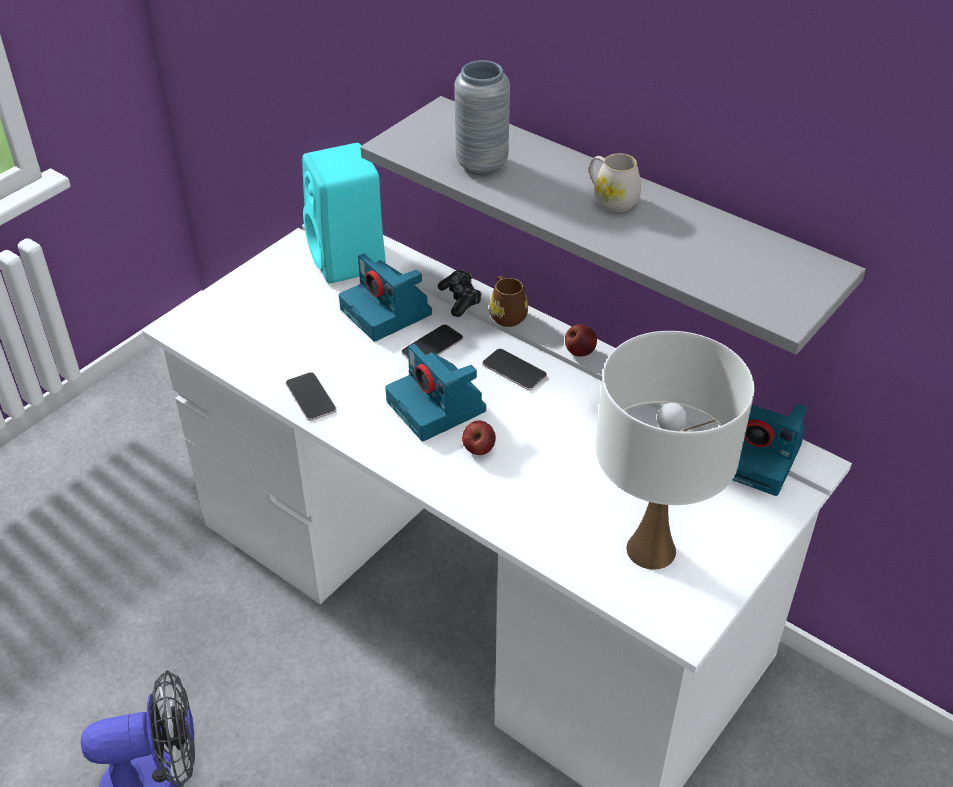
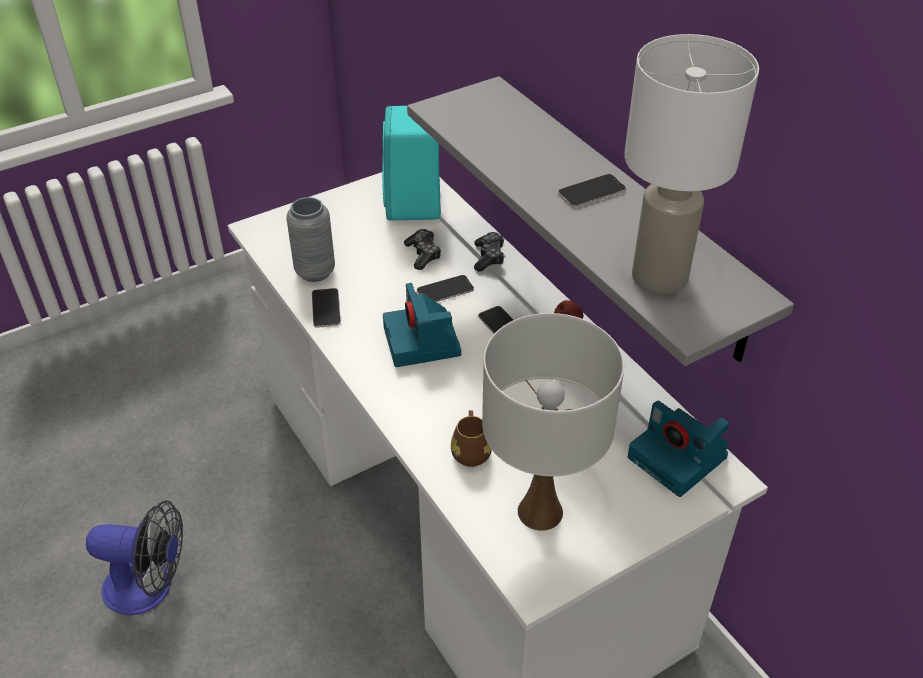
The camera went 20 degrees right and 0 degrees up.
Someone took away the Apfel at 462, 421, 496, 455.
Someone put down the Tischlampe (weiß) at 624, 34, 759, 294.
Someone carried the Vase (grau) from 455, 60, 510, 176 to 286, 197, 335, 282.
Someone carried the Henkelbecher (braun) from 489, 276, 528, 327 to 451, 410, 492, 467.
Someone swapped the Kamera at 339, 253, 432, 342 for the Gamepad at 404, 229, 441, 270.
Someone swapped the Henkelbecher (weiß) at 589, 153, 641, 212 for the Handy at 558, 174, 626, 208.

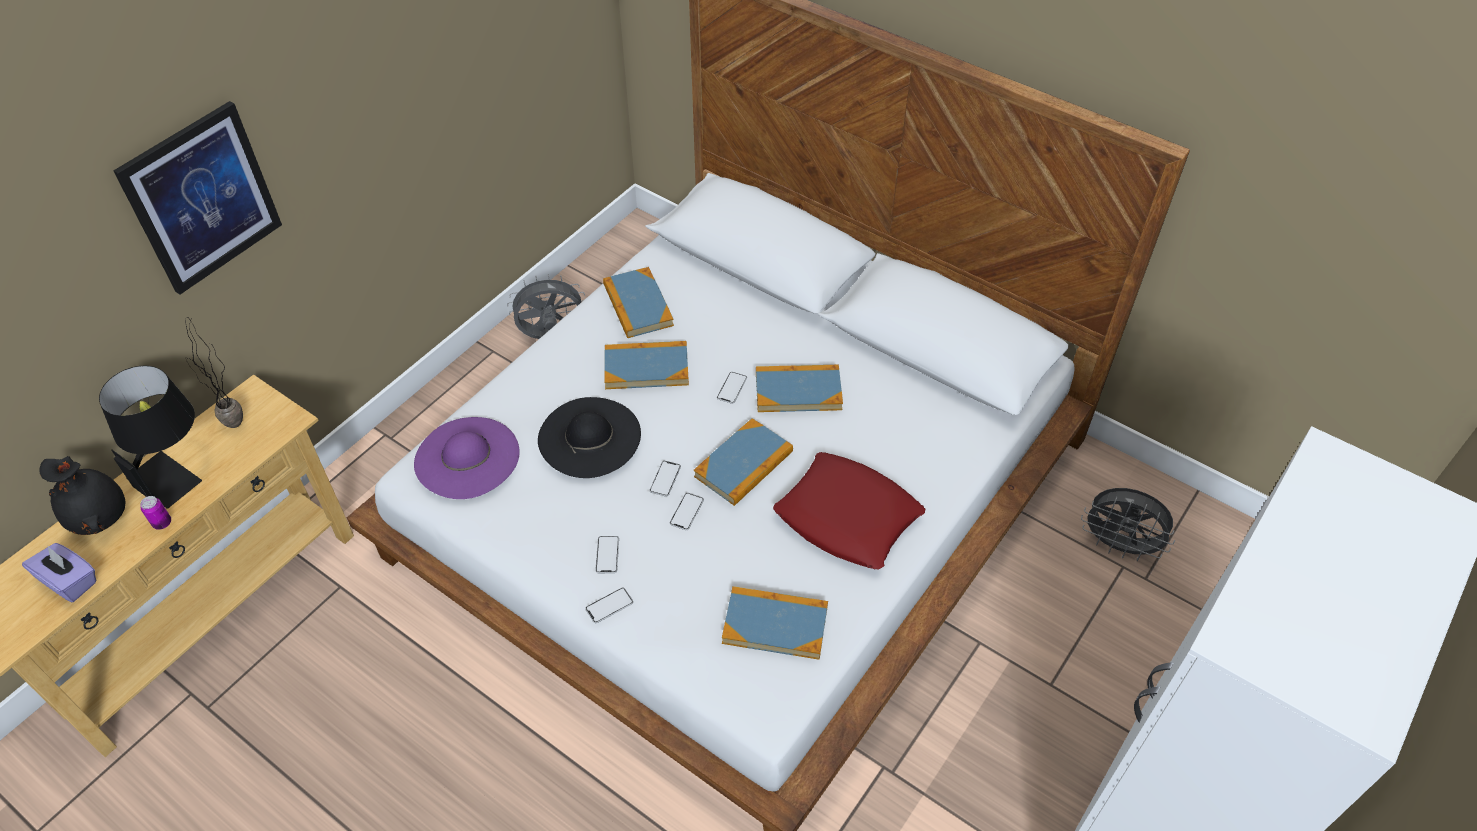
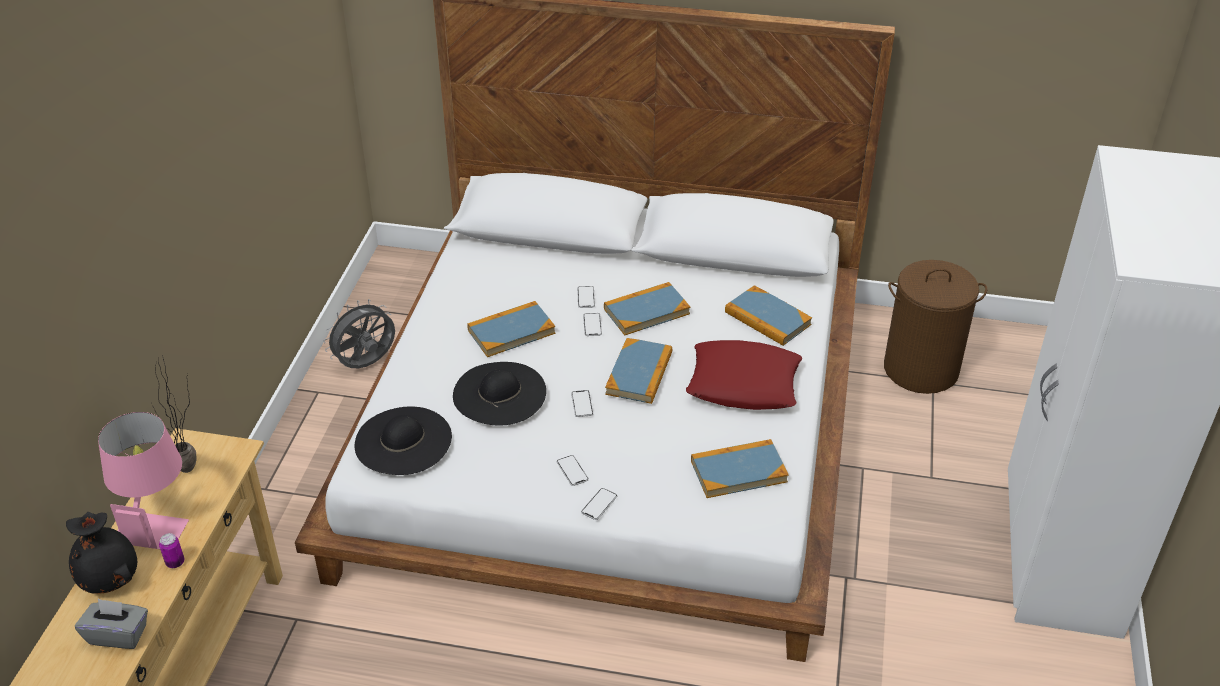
The camera went 25 degrees left and 10 degrees down.
Someone took away the Bild at 113, 101, 282, 295.
Someone carried the Buch from 603, 267, 674, 338 to 725, 285, 812, 346.
Someone carried the Handy from 670, 493, 704, 530 to 577, 286, 595, 308.
Someone swapped the Ventilator (grau) at 1081, 488, 1175, 561 for the Wäschekorb (braun) at 884, 260, 987, 394.
Someone repainted the Taschentuchbox (lila) at 22, 543, 96, 603, which became the Taschentuchbox (grau) at 75, 599, 148, 649.
Someone repainted the Tischlampe (schwarz) at 99, 366, 202, 508, which became the Tischlampe (rosa) at 98, 412, 189, 549.
Someone repainted the Hut (lila) at 414, 417, 520, 499, which became the Hut (schwarz) at 355, 407, 452, 475.

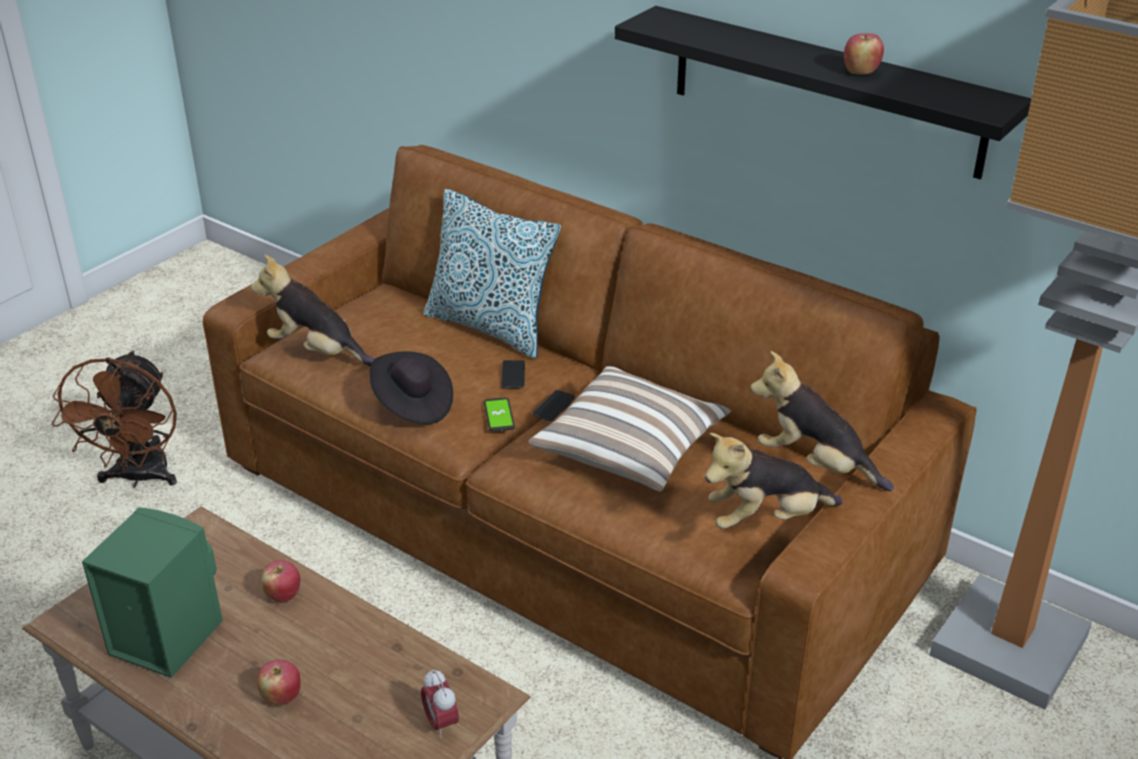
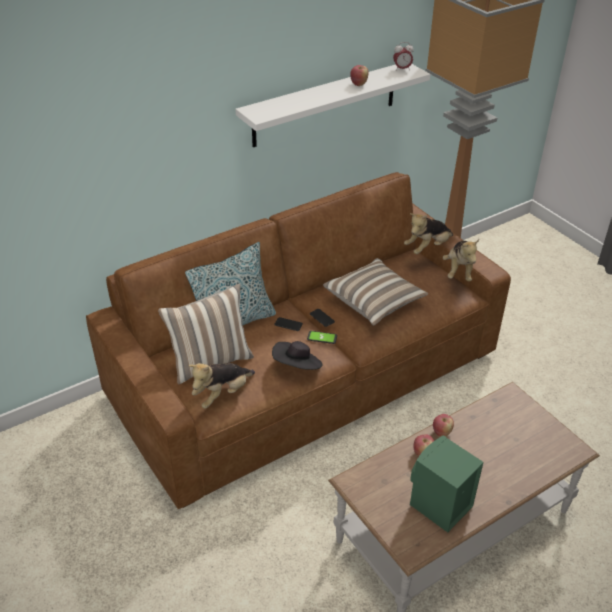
The camera went 70 degrees left and 5 degrees up.
Someone took away the Ventilator (braun) at 52, 351, 177, 488.
Someone put down the Kissen at 158, 284, 254, 384.
Someone carried the Apfel from 257, 659, 301, 705 to 433, 414, 454, 437.
Someone carried the Wecker from 421, 669, 459, 738 to 393, 42, 414, 71.
Someone repainted the Wandregal (schwarz) at 615, 6, 1031, 179, which became the Wandregal (weiß) at 235, 64, 430, 147.

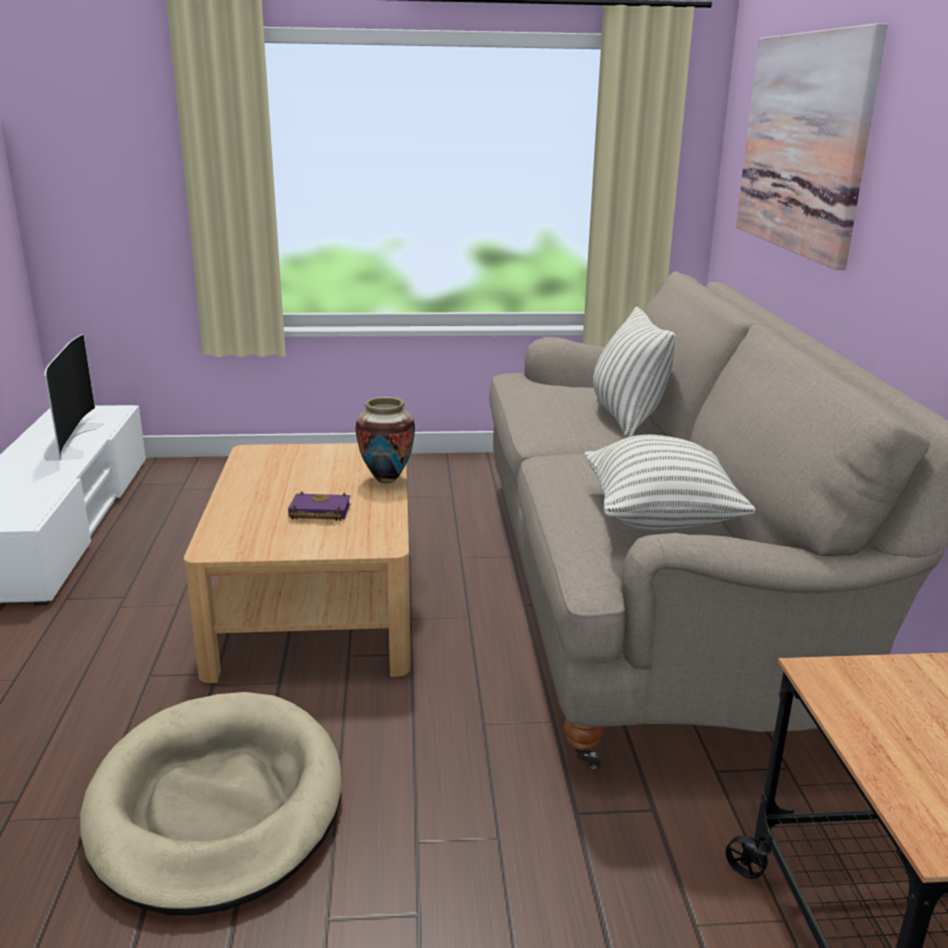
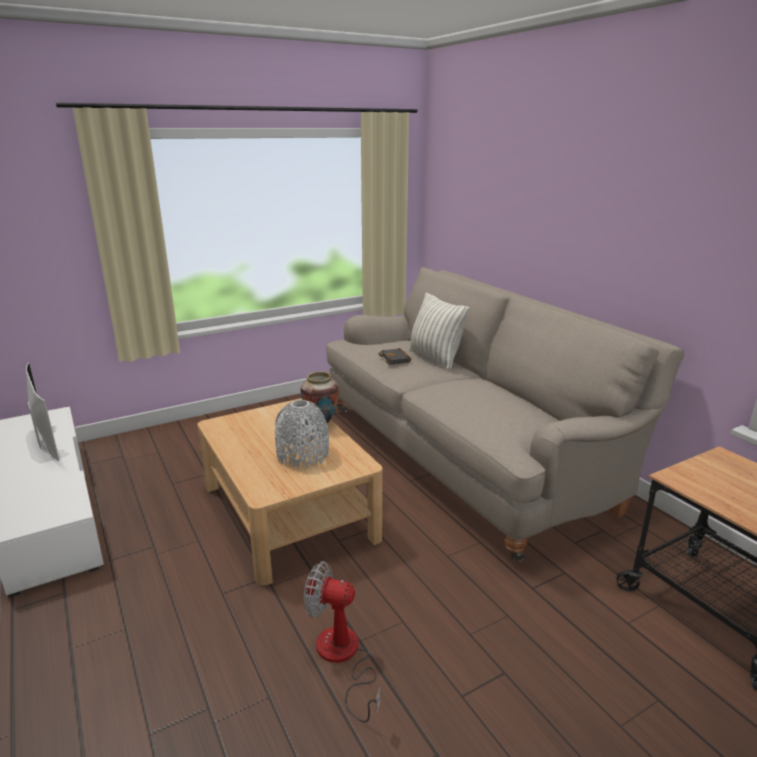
The camera went 25 degrees left and 0 degrees up.
Someone took away the Kissen at 584, 435, 756, 530.
Someone took away the Bild at 736, 23, 888, 270.
Someone put down the Buch (schwarz) at 378, 348, 412, 365.
Someone swapped the Hundebett (beige) at 80, 692, 342, 916 for the Ventilator at 304, 561, 380, 723.
Someone swapped the Buch (lila) at 288, 492, 351, 521 for the Vase (grau) at 275, 400, 329, 468.

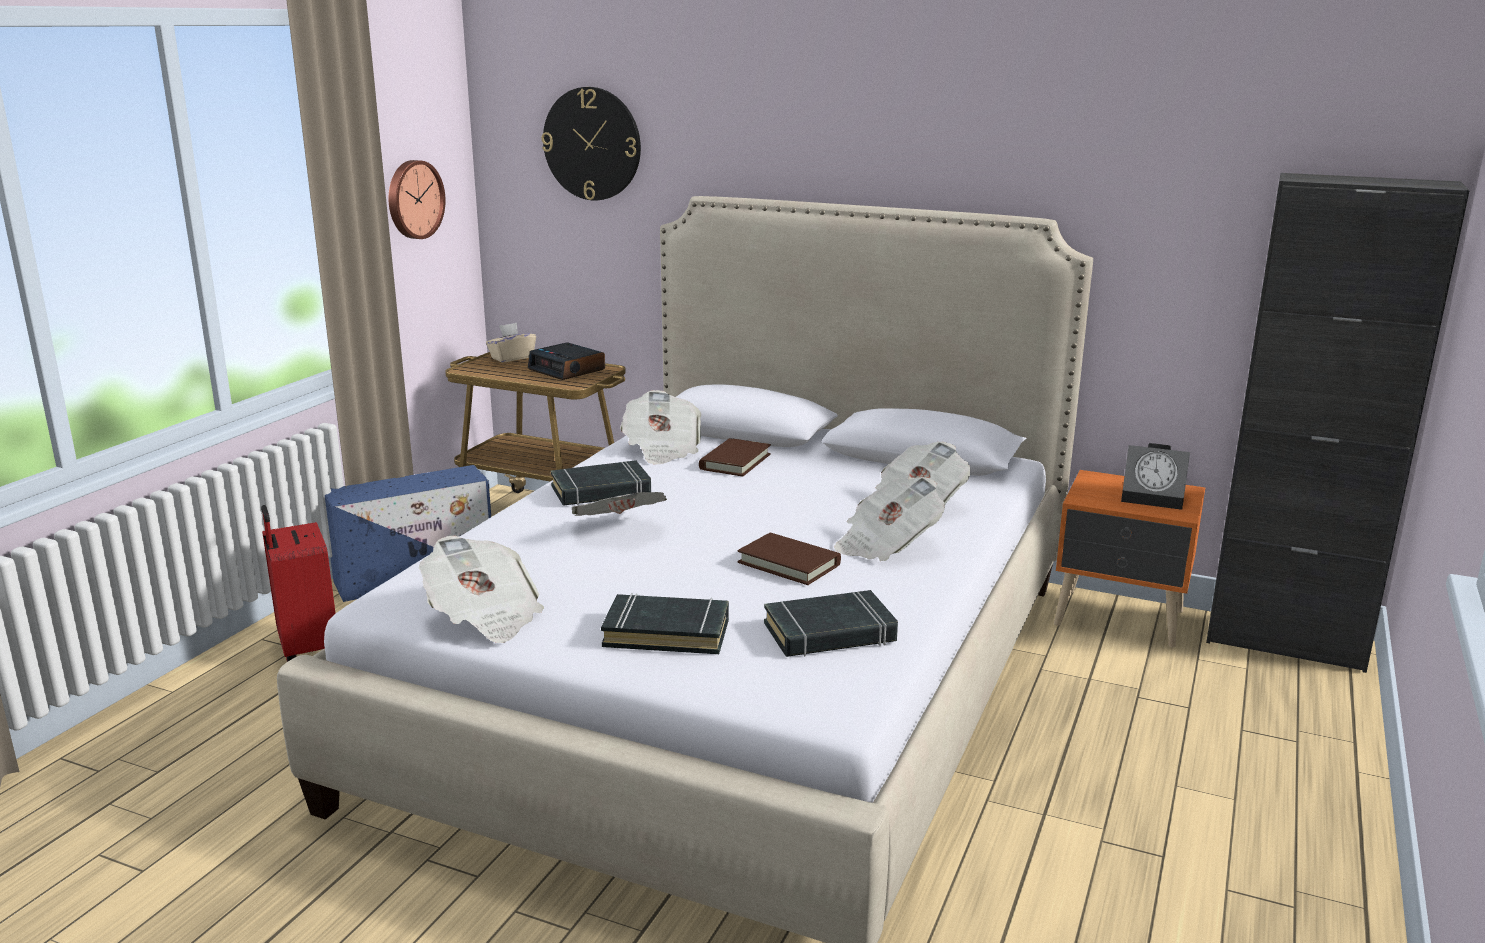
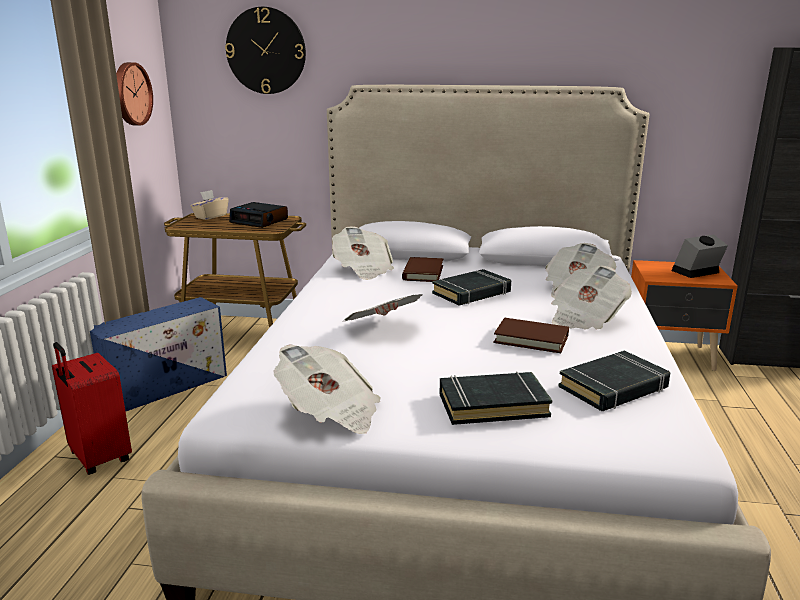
The camera went 15 degrees left and 0 degrees up.
Someone carried the Buch (schwarz) from 551, 460, 651, 506 to 432, 269, 511, 305.
Someone rotated the Wecker at 1121, 443, 1190, 510 by 150 degrees clockwise.

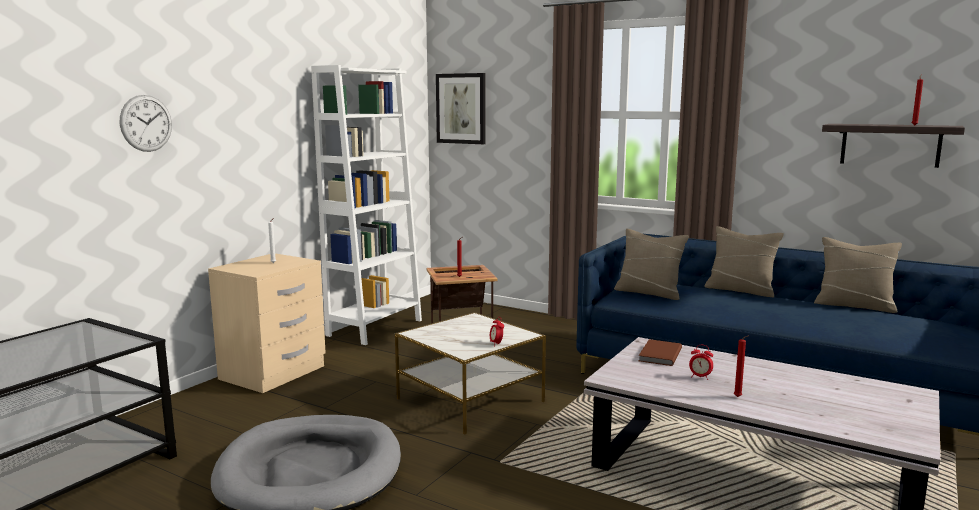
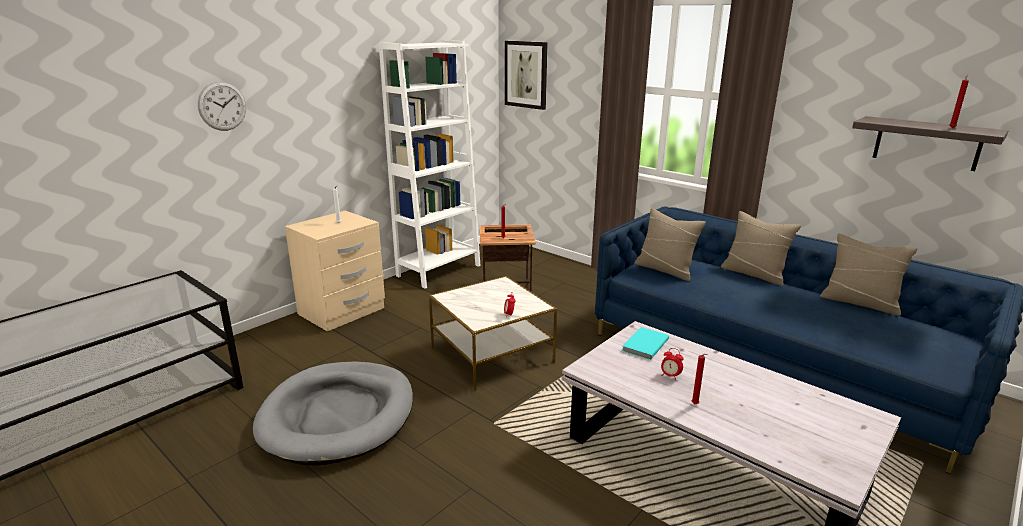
The camera went 10 degrees right and 10 degrees up.
Someone repainted the Buch (braun) at 639, 339, 682, 366, which became the Buch (türkis) at 622, 327, 669, 360.

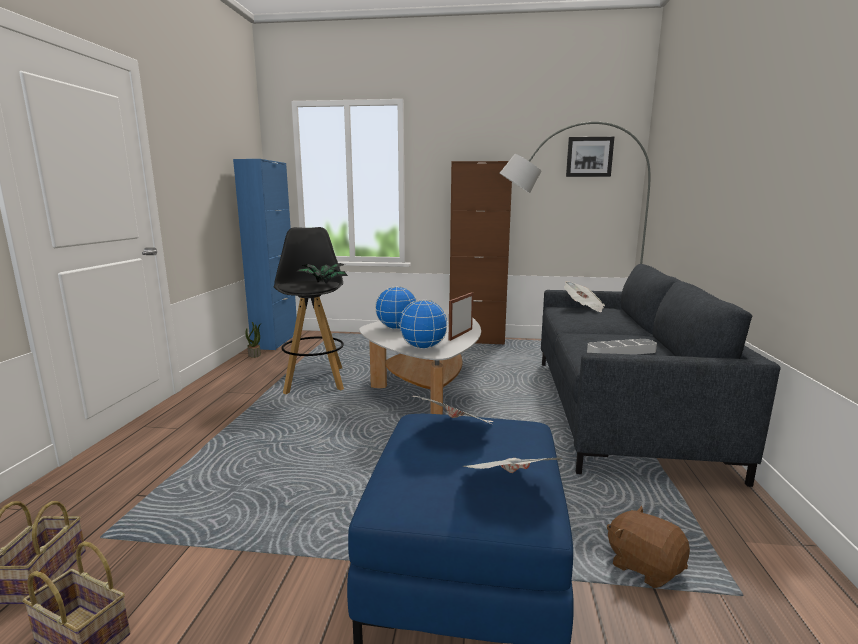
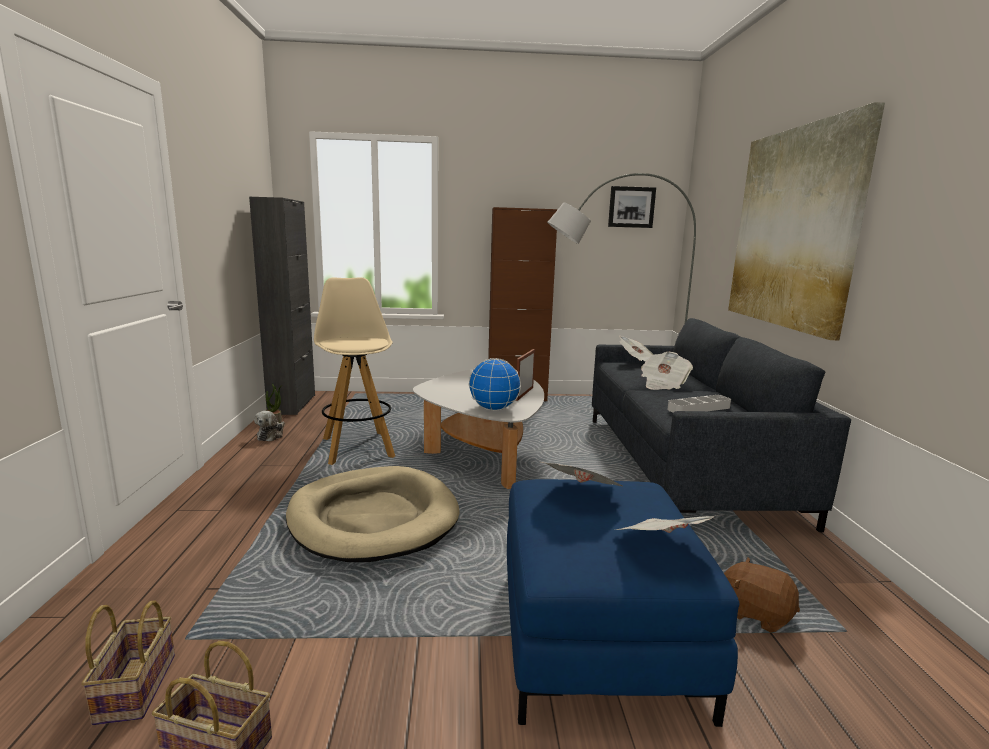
The camera went 10 degrees left and 0 degrees up.
Someone took away the Topfpflanze at 296, 263, 348, 284.
Someone took away the Globus at 375, 286, 417, 329.
Someone put down the Plüschtier at 254, 411, 285, 441.
Someone put down the Hundebett (beige) at 286, 466, 460, 562.
Someone put down the Zeitung at 641, 352, 693, 390.
Someone put up the Bild at 728, 102, 885, 340.
Someone repainted the Schrank (blau) at 233, 159, 297, 350, which became the Schrank (schwarz) at 249, 197, 315, 415.
Someone repainted the Hocker (schwarz) at 274, 227, 344, 394, which became the Hocker (beige) at 314, 277, 395, 465.

